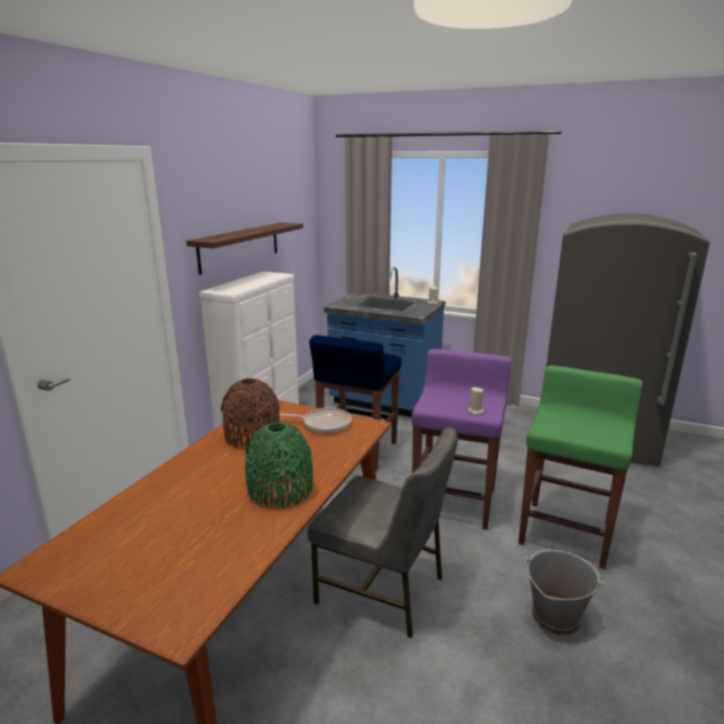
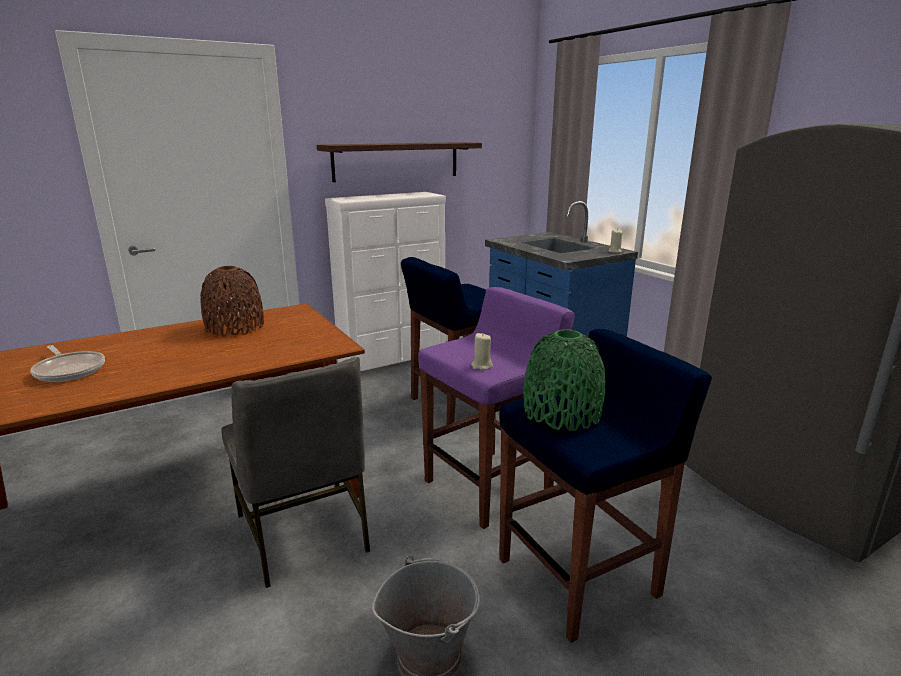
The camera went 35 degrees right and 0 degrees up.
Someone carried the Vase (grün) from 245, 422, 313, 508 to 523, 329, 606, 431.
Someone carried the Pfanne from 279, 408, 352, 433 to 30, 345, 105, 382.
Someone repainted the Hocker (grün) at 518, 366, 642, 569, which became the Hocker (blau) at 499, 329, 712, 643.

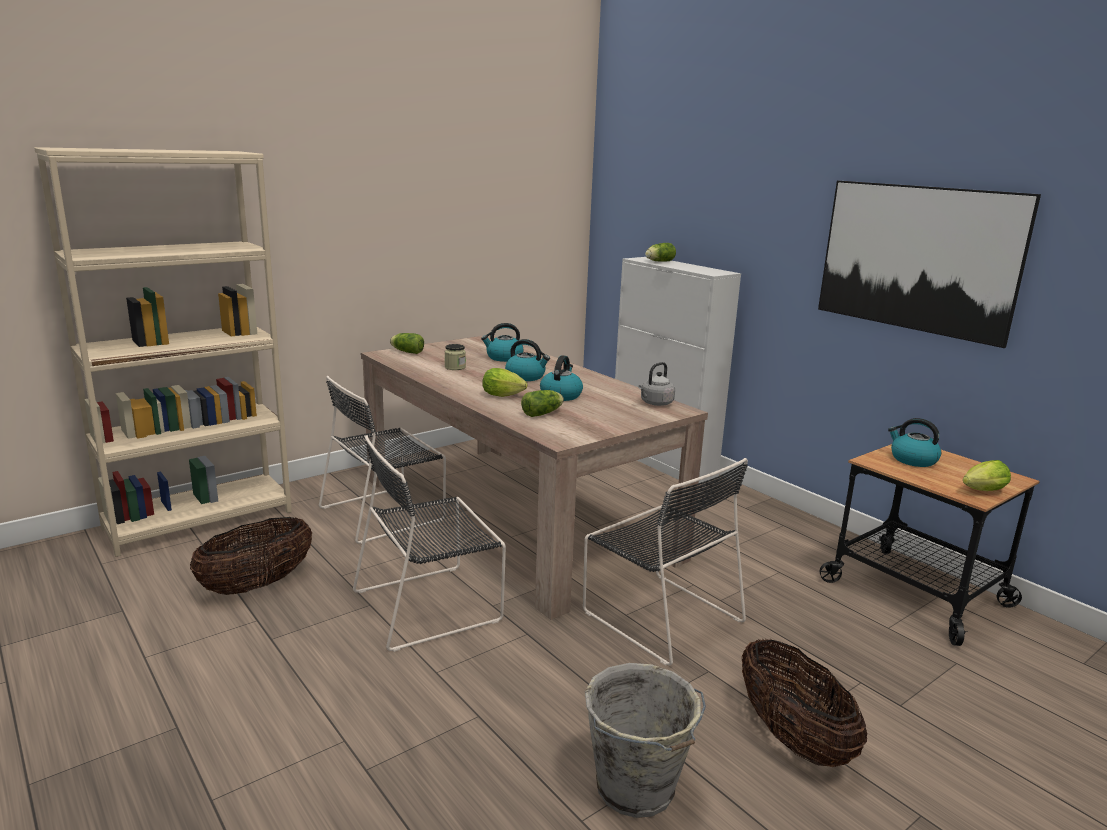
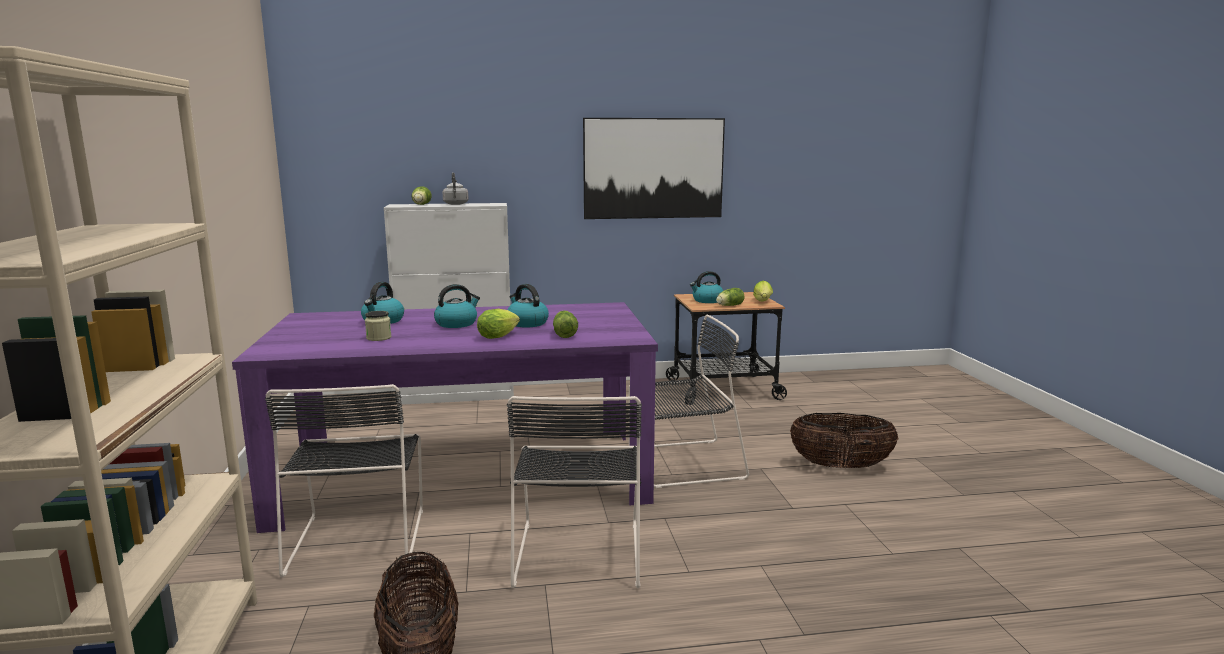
The camera went 60 degrees left and 5 degrees down.
Someone took away the Eimer (grau) at 585, 663, 706, 818.
Someone carried the Salatkopf from 390, 333, 424, 354 to 716, 288, 745, 306.
Someone carried the Wasserkessel (grau) from 638, 362, 675, 406 to 443, 172, 468, 205.
Someone repainted the Esstisch (beige) at 361, 335, 708, 620, which became the Esstisch (lila) at 232, 302, 658, 533.

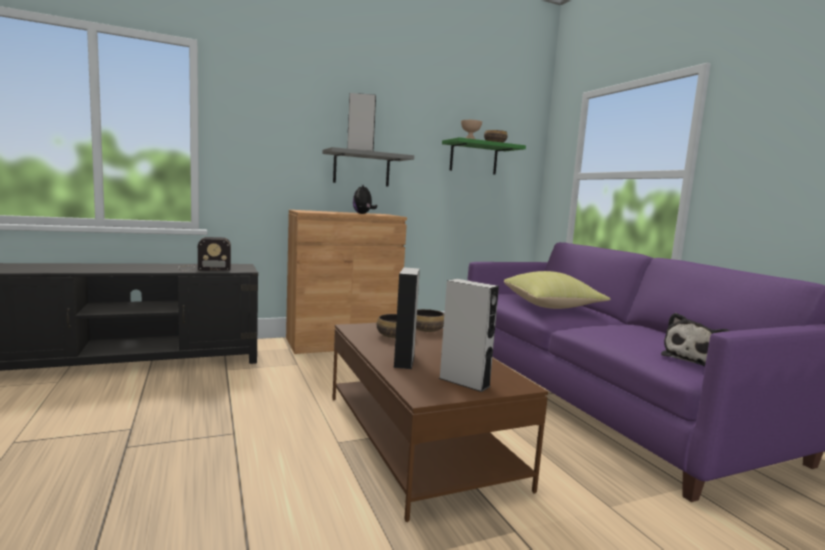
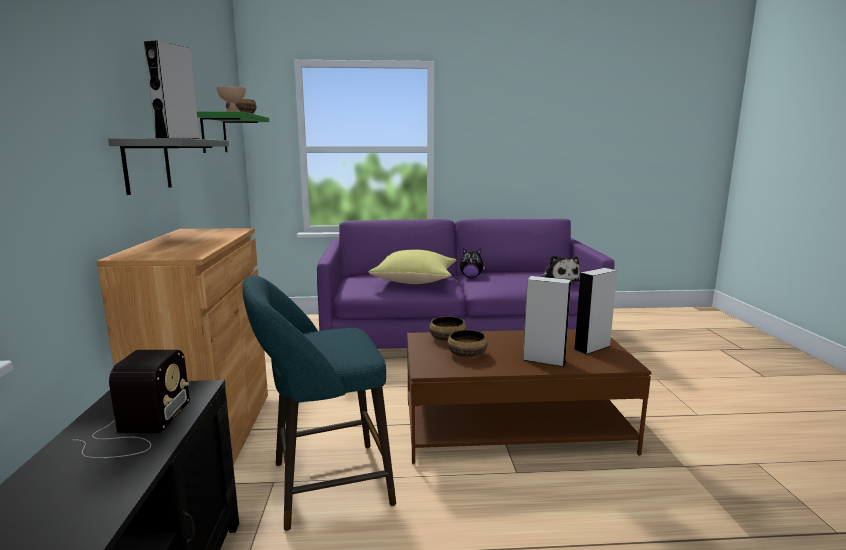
The camera went 70 degrees left and 5 degrees up.
Someone put down the Hocker (türkis) at 243, 275, 396, 531.
Someone carried the Plüschtier from 353, 185, 377, 214 to 460, 248, 485, 277.

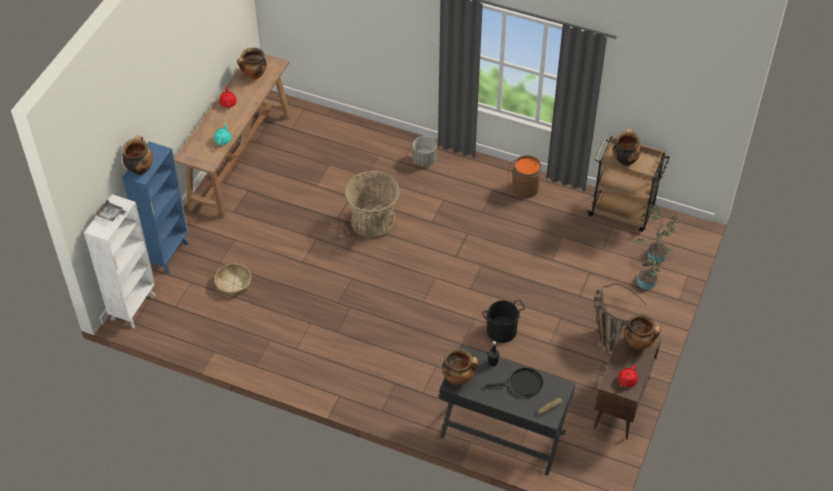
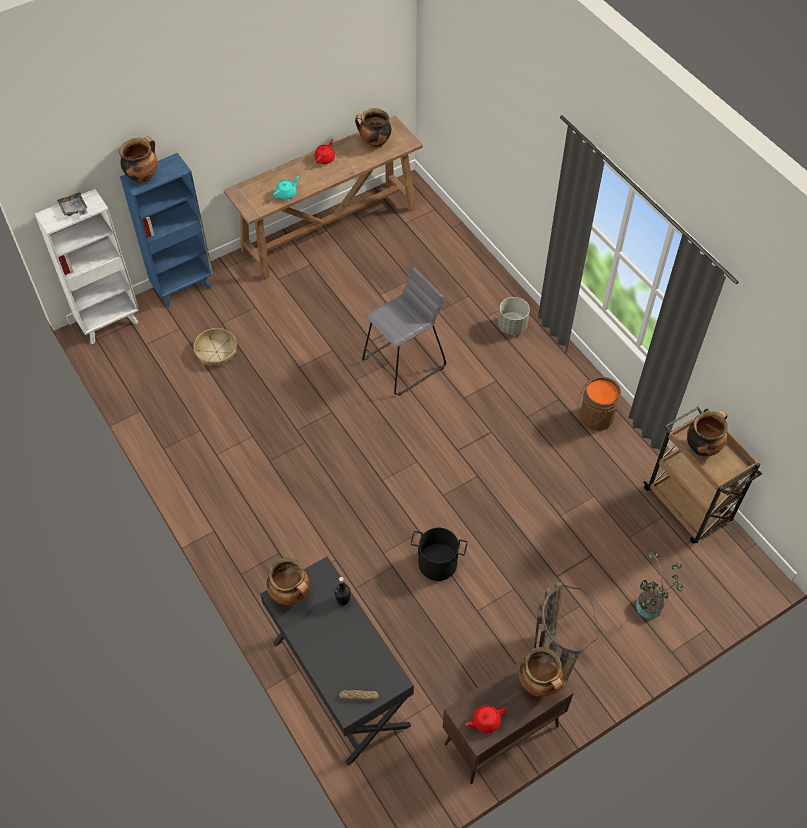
The camera went 35 degrees right and 5 degrees up.
Someone took away the Pfanne (schwarz) at 485, 368, 543, 396.
Someone took away the Topfpflanze at 647, 206, 678, 262.
Someone swapped the Korb at 344, 171, 400, 238 for the Hocker (grau) at 362, 267, 446, 396.

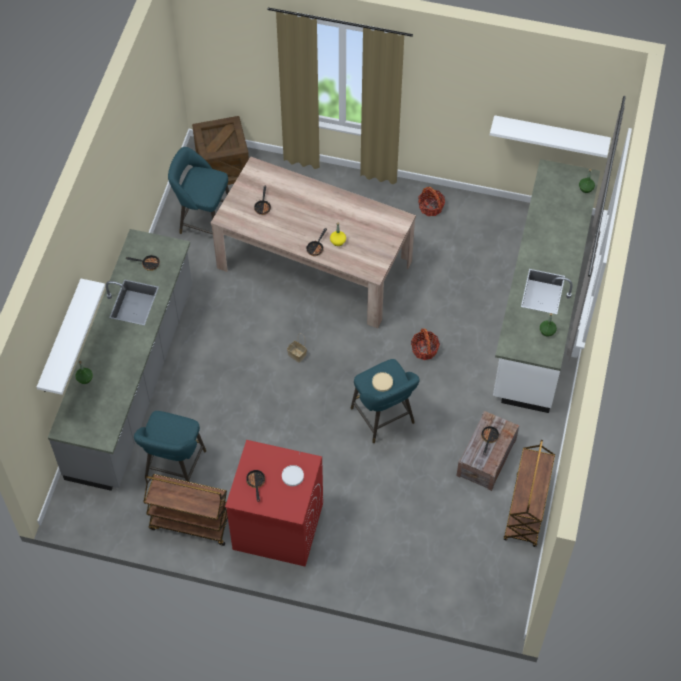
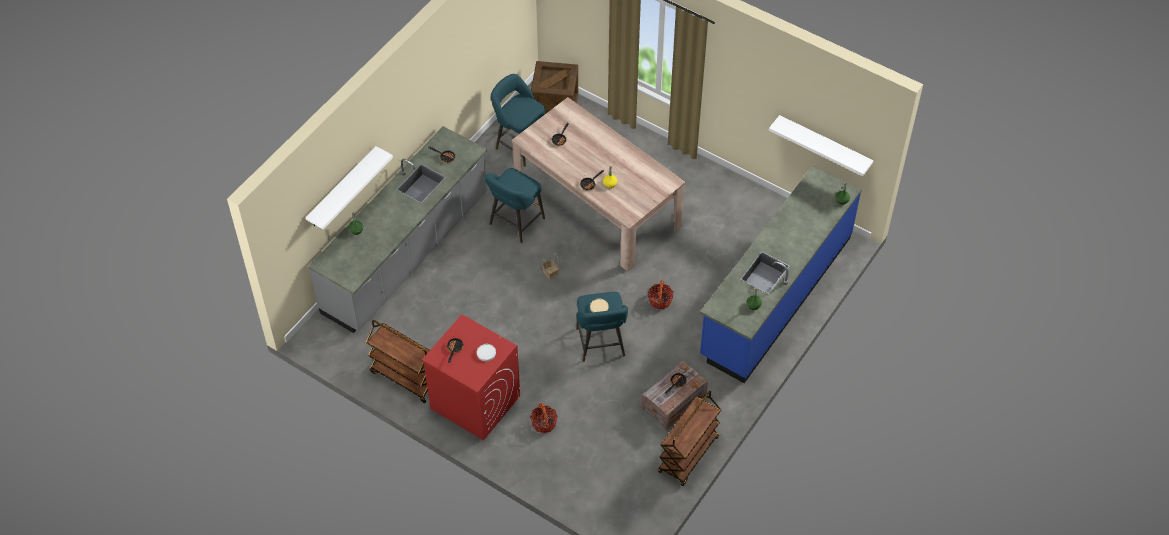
The camera went 20 degrees right and 5 degrees down.
Someone carried the Hocker (türkis) from 134, 411, 206, 482 to 485, 168, 545, 243.
Someone carried the Korb from 418, 187, 445, 216 to 530, 403, 558, 433.
Someone repainted the Küchenzeile (weiß) at 493, 159, 600, 413, which became the Küchenzeile (blau) at 700, 166, 862, 383.

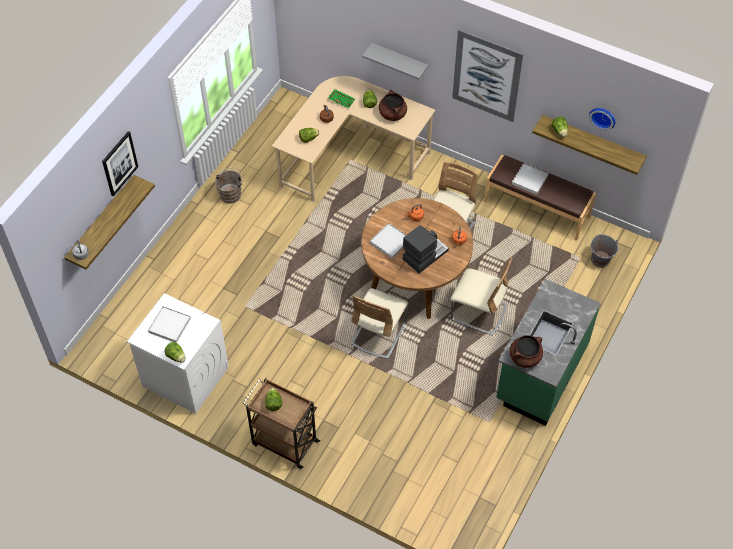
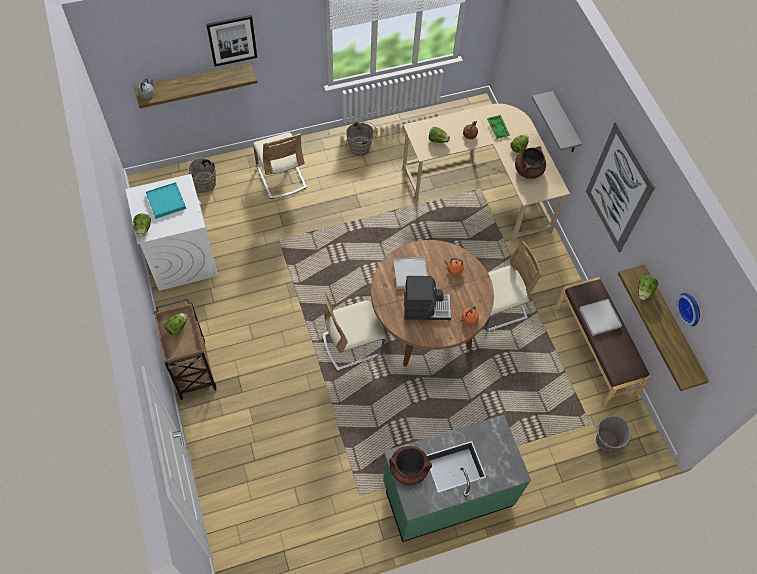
The camera went 40 degrees right and 5 degrees up.
Someone put down the Eimer (braun) at 186, 155, 216, 192.
Someone carried the Stuhl (beige) from 451, 257, 512, 336 to 253, 132, 307, 199.
Someone repainted the Tablett (weiß) at 148, 306, 191, 343, which became the Tablett (türkis) at 146, 182, 186, 219.

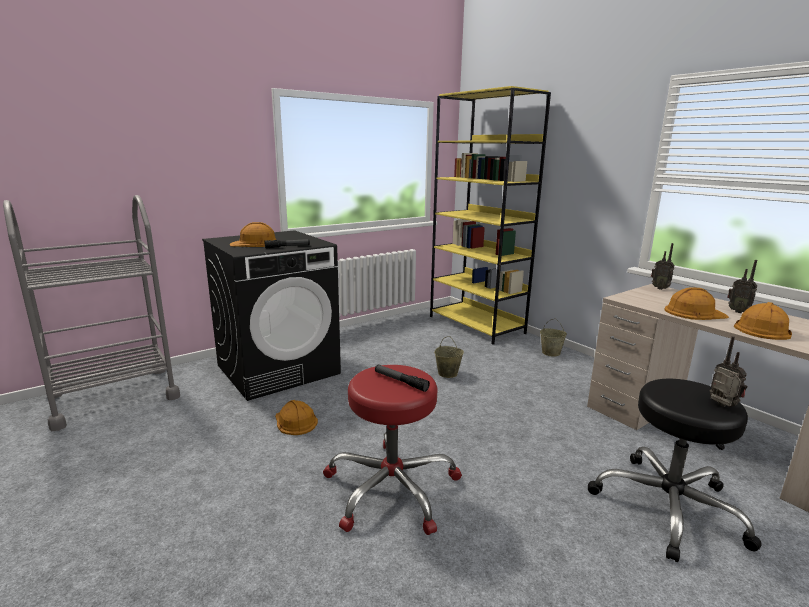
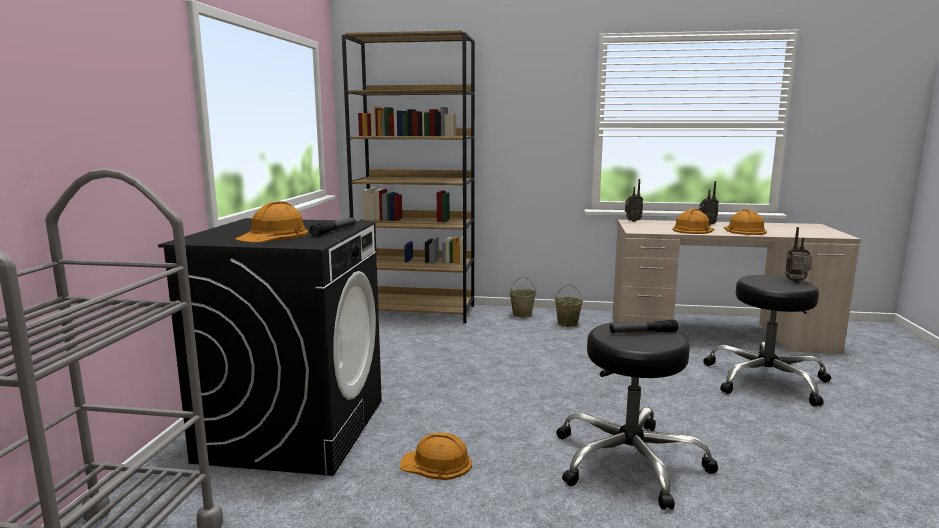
The camera went 45 degrees left and 5 degrees down.
Someone carried the Eimer (beige) from 434, 336, 464, 378 to 555, 284, 583, 327.
Someone repainted the Hocker (rot) at 323, 365, 462, 535, which became the Hocker (schwarz) at 556, 321, 718, 510.
Someone repainted the Bücherregal (gelb) at 430, 86, 551, 345, which became the Bücherregal (braun) at 342, 30, 475, 323.

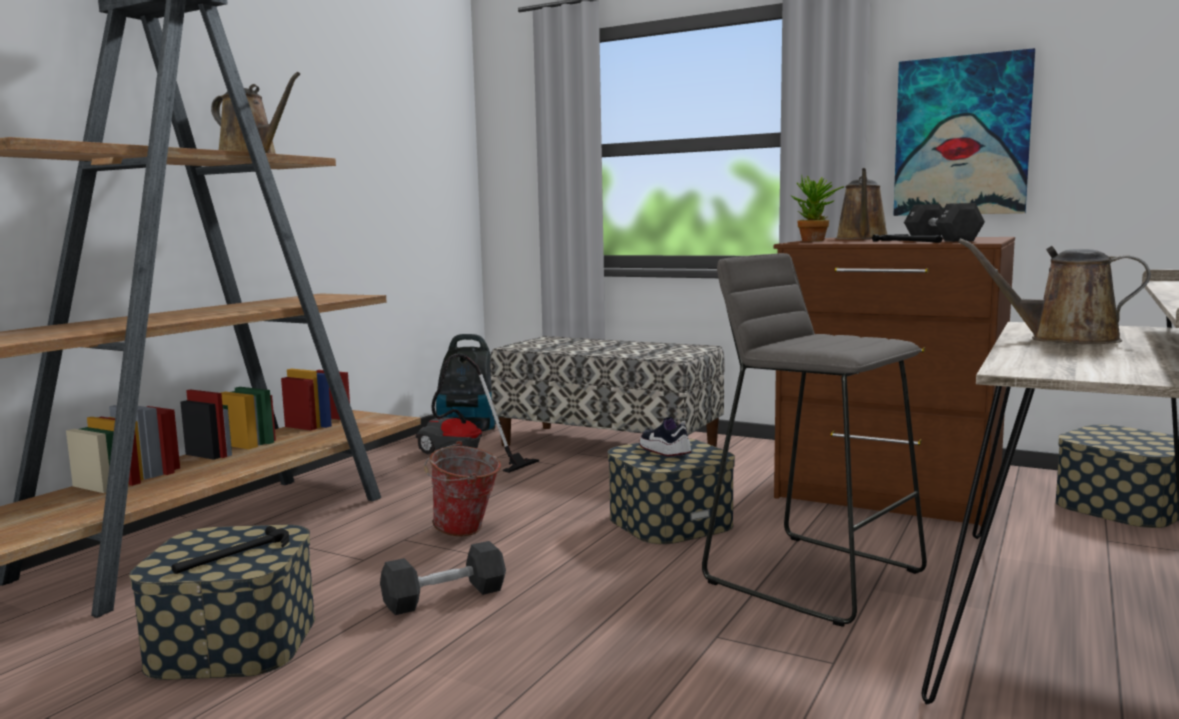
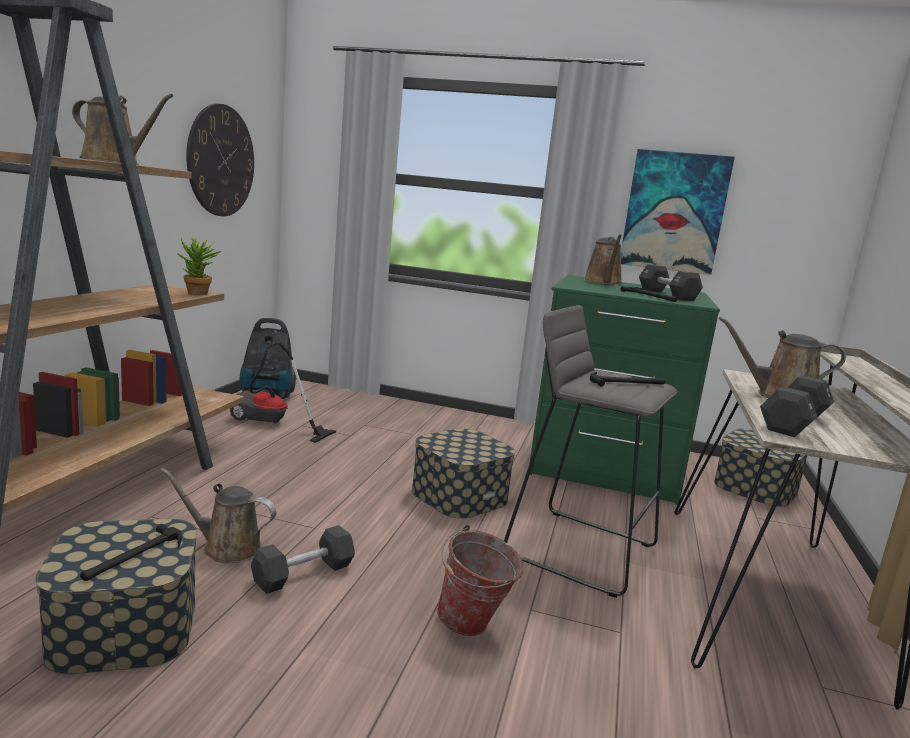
The camera went 15 degrees left and 5 degrees up.
Someone took away the Bank at 490, 336, 725, 447.
Someone took away the Schuh at 639, 417, 691, 457.
Someone put down the Gießkanne (braun) at 160, 468, 276, 563.
Someone put up the Wanduhr at 186, 104, 254, 216.
Someone put down the Hammer at 590, 372, 665, 387.
Someone put down the Hantel (schwarz) at 760, 375, 834, 437.
Someone carried the Eimer from 424, 441, 501, 536 to 436, 525, 524, 636.
Someone carried the Topfpflanze from 790, 176, 845, 241 to 177, 238, 221, 295.
Someone repainted the Kommode (braun) at 774, 237, 1015, 526, which became the Kommode (grün) at 530, 275, 720, 505.

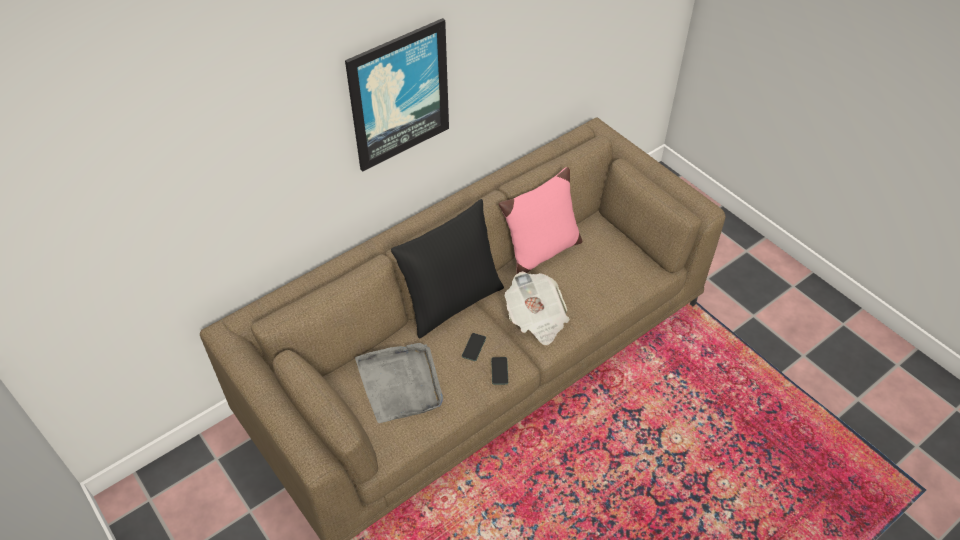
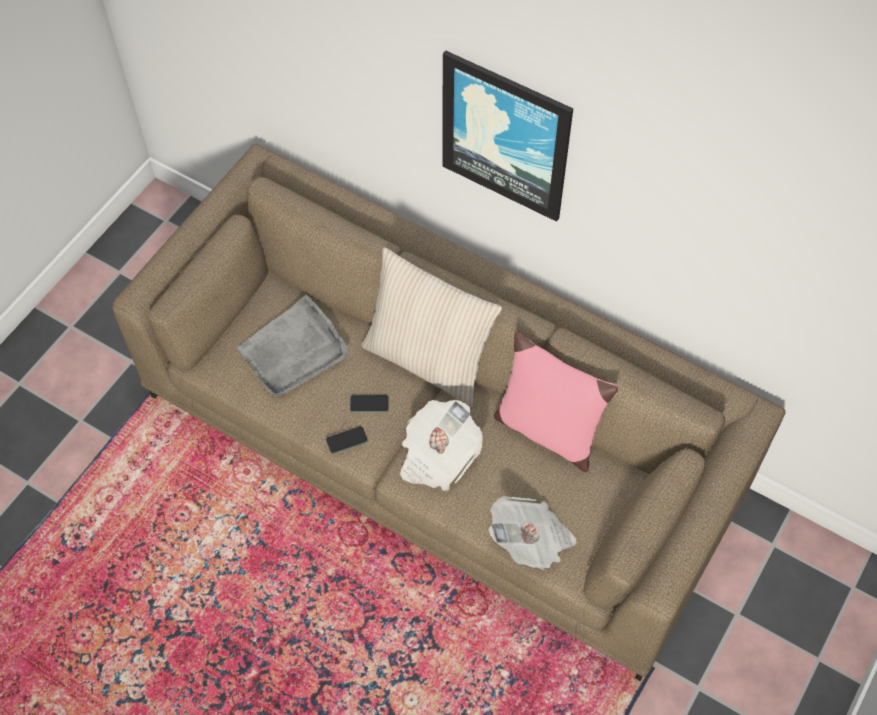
The camera went 70 degrees right and 10 degrees up.
Someone put down the Zeitung at 488, 496, 576, 570.
Someone repainted the Kissen (schwarz) at 391, 199, 504, 338, which became the Kissen (beige) at 361, 247, 502, 407.

